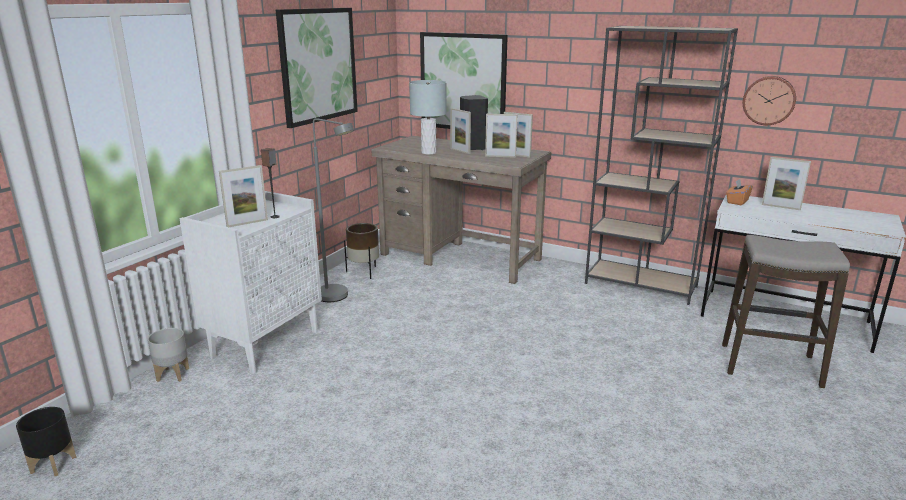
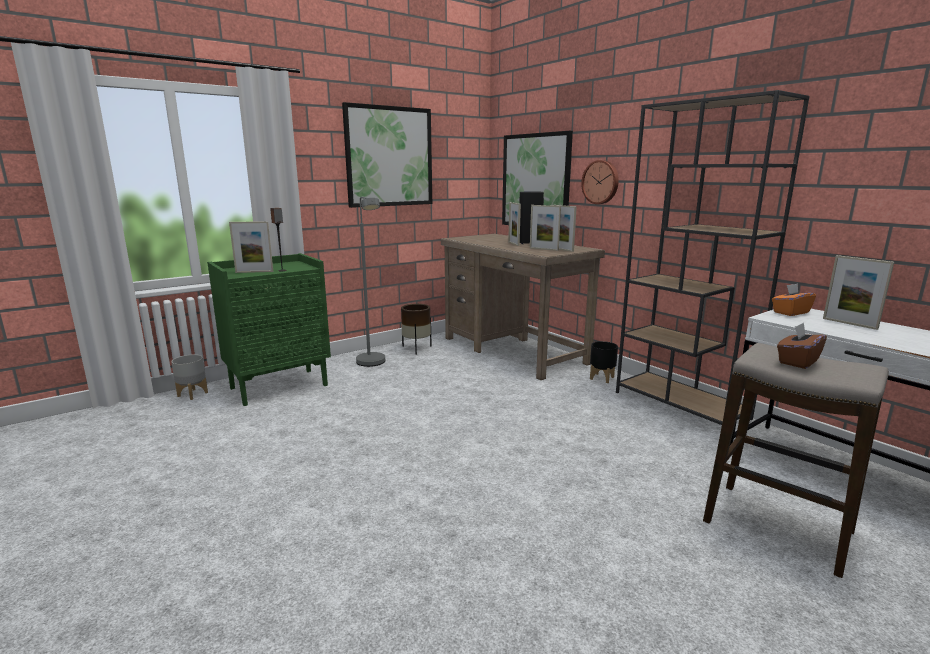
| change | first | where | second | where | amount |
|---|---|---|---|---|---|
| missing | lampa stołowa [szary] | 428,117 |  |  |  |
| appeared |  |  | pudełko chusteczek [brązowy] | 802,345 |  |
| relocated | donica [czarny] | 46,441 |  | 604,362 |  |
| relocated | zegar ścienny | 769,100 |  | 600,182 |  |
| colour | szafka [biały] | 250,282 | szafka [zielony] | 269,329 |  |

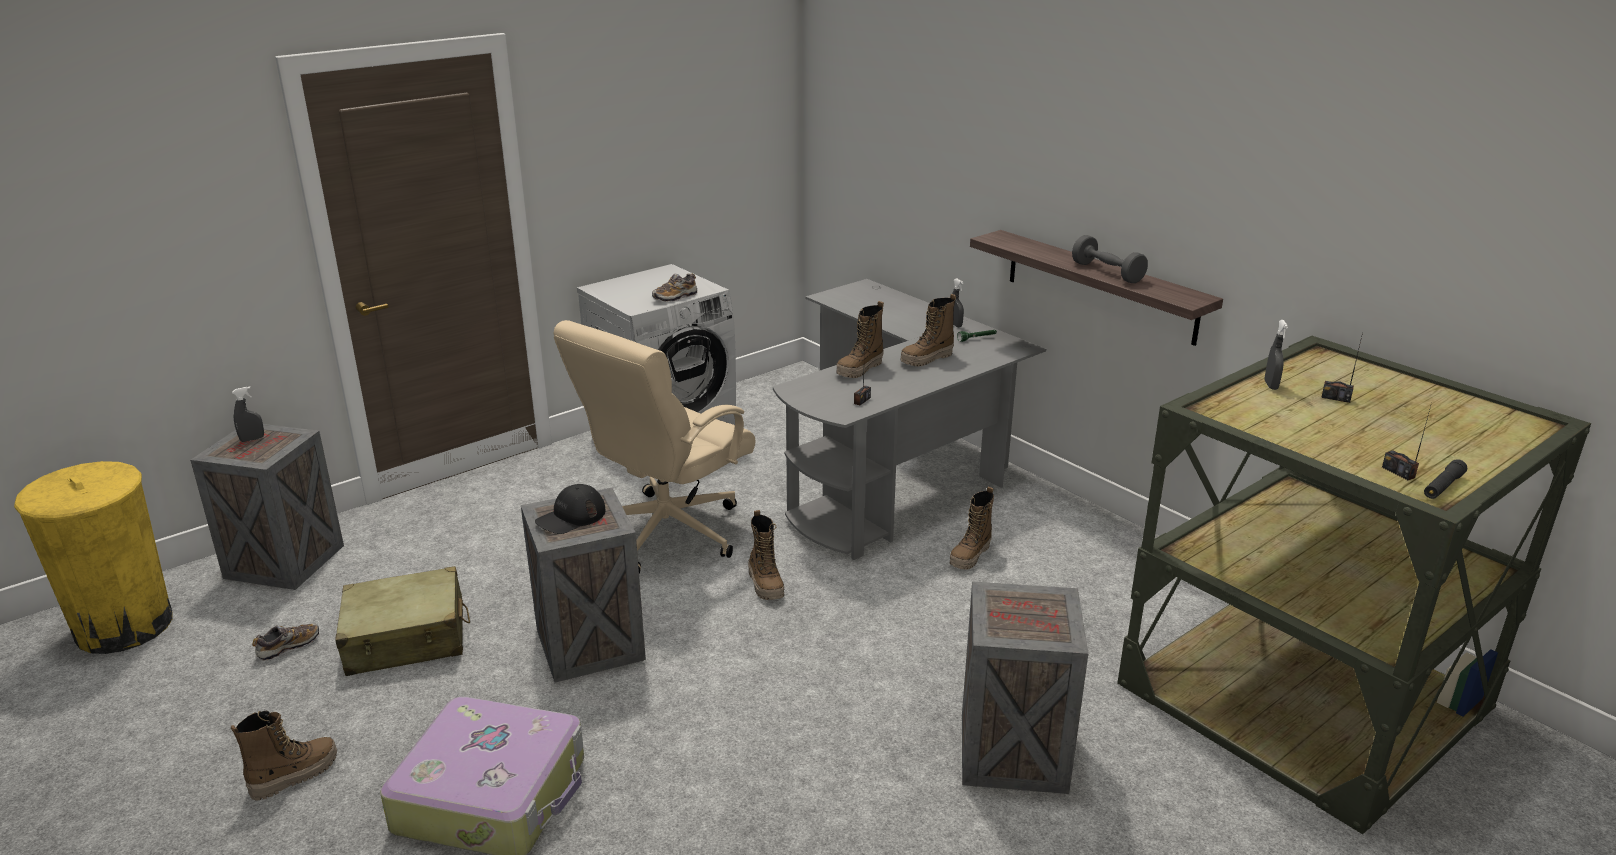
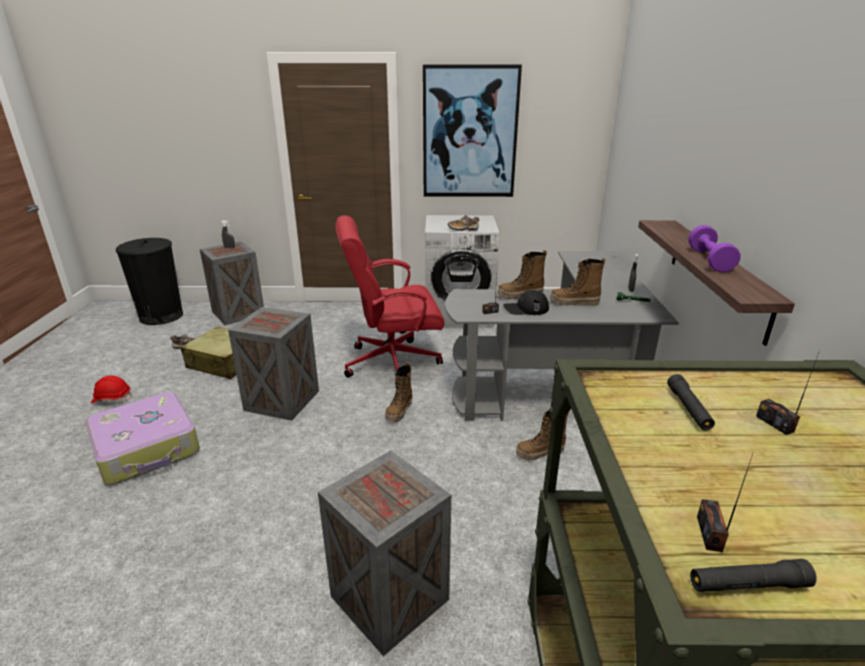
| change | first | where | second | where | amount |
|---|---|---|---|---|---|
| missing | spryskiwacz [szary] | 1276,355 |  |  |  |
| appeared |  |  | obraz | 472,130 |  |
| appeared |  |  | latarka [czarny] | 691,402 |  |
| relocated | czapka z daszkiem [czarny] | 570,509 |  | 526,302 |  |
| exchanged | but z cholewką | 284,756 | kask [czerwony] | 111,389 |  |
| colour | kosz na śmieci [żółty] | 93,557 | kosz na śmieci [czarny] | 149,281 |  |
| colour | krzesło biurowe [beżowy] | 654,446 | krzesło biurowe [czerwony] | 390,296 |  |
| colour | hantel [szary] | 1110,259 | hantel [fioletowy] | 714,248 |  |

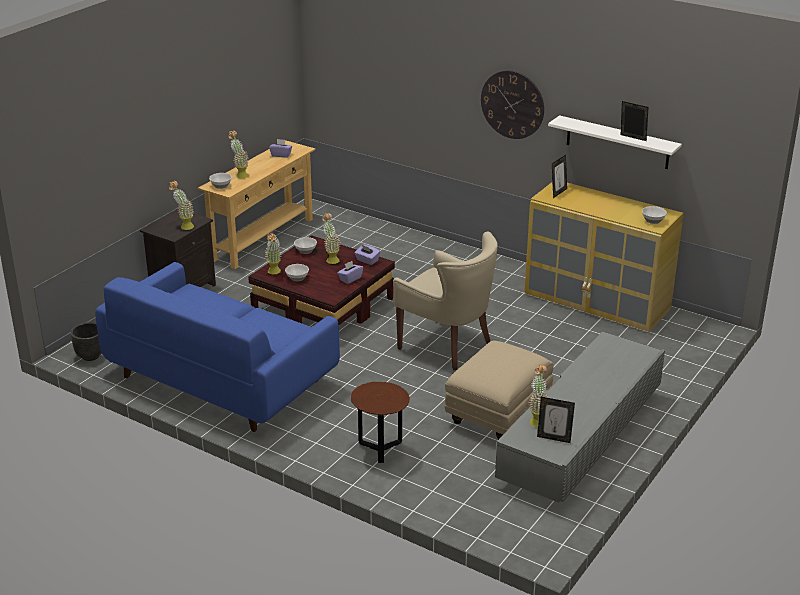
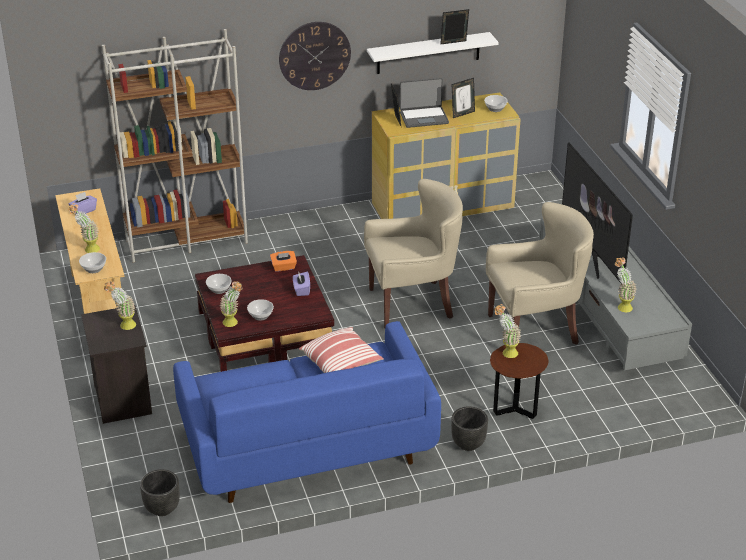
| change | first | where | second | where | amount |
|---|---|---|---|---|---|
| appeared |  |  | regał [brązowy] | 175,146 |  |
| appeared |  |  | poduszka | 341,350 |  |
| appeared |  |  | laptop | 424,103 |  |
| appeared |  |  | donica [czarny] | 469,428 |  |
| appeared |  |  | telewizor | 597,213 |  |
| relocated | roślina doniczkowa | 331,238 |  | 507,331 |  |
| relocated | ramka na zdjęcie | 556,420 |  | 463,98 |  |
| exchanged | pufa [beżowy] | 499,390 | fotel [beżowy] | 540,273 |  |
| colour | pudełko chusteczek [fioletowy] | 367,255 | pudełko chusteczek [pomarańczowy] | 283,261 |  |

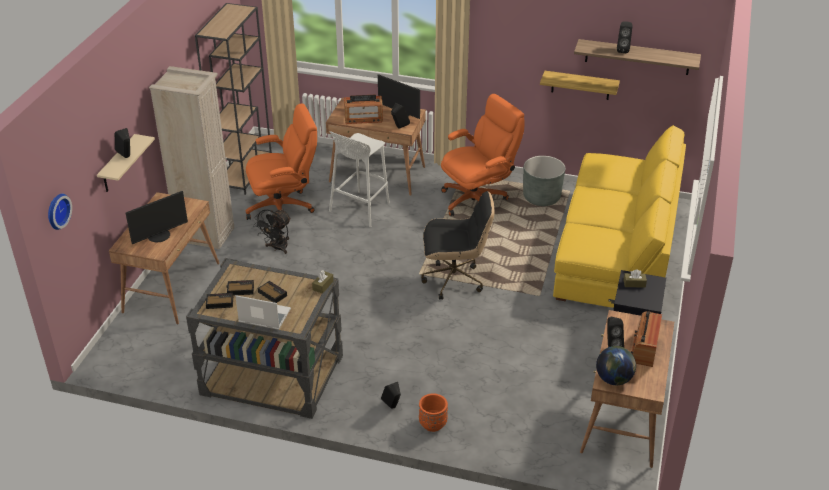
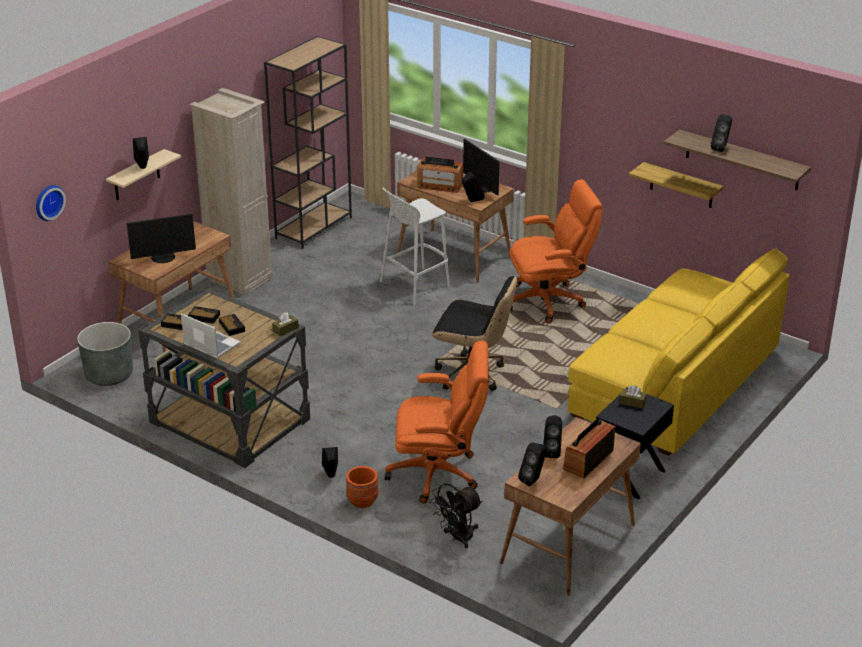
| change | first | where | second | where | amount |
|---|---|---|---|---|---|
| relocated | krzesło biurowe [pomarańczowy] | 281,166 |  | 437,422 |  |
| relocated | wentylator [czarny] | 272,231 |  | 455,515 |  |
| relocated | donica [szary] | 544,181 |  | 105,354 |  |
| exchanged | globus | 616,365 | głośnik [czarny] | 532,464 |  |

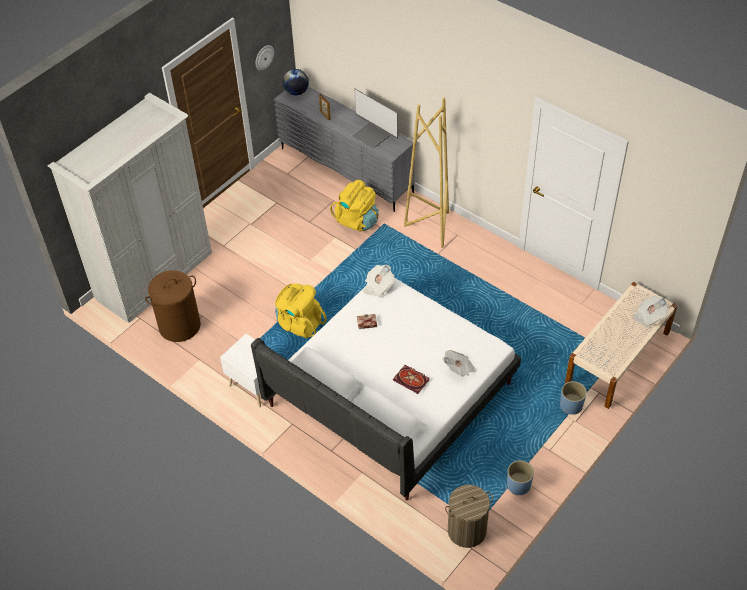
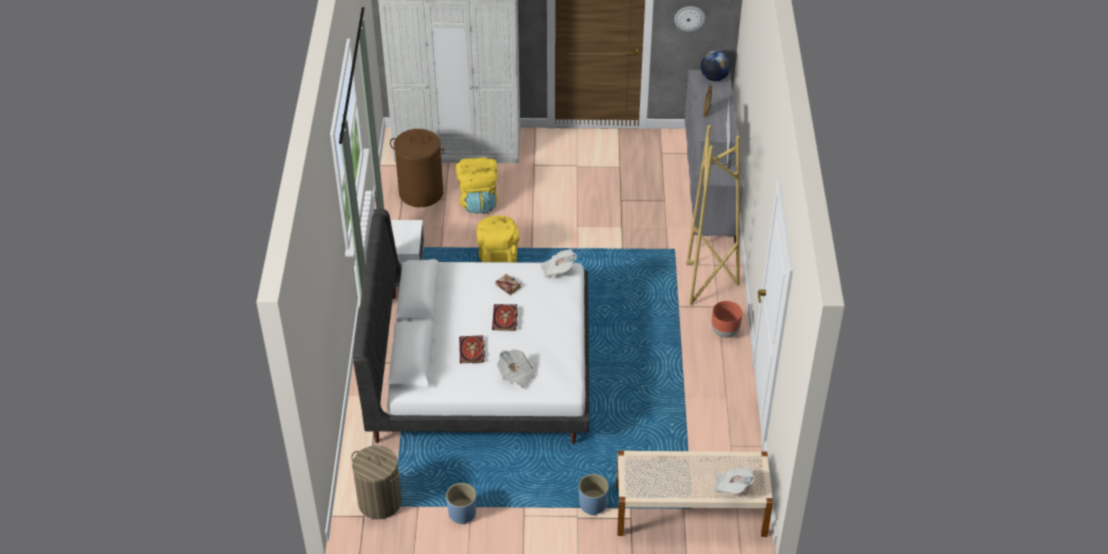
| change | first | where | second | where | amount |
|---|---|---|---|---|---|
| appeared |  |  | książka | 505,317 |  |
| appeared |  |  | donica [brązowy] | 727,319 |  |
| relocated | plecak [żółty] | 354,206 |  | 477,185 |  |

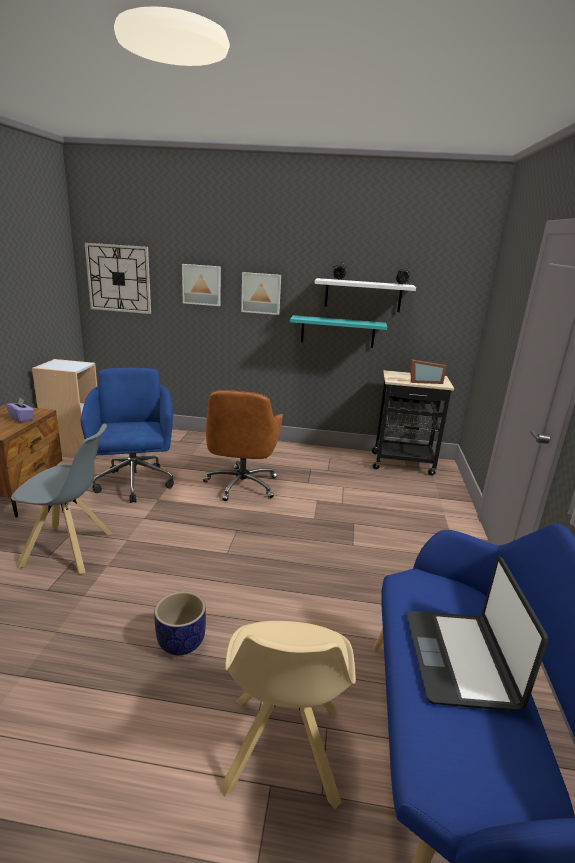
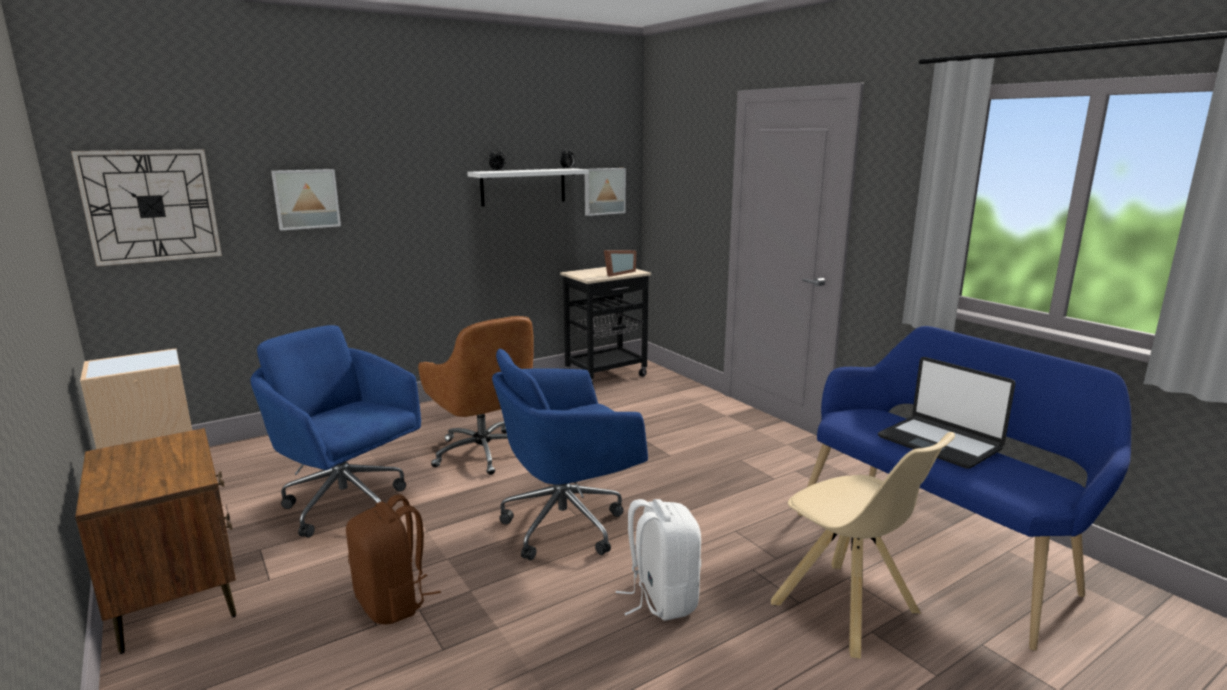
| change | first | where | second | where | amount |
|---|---|---|---|---|---|
| missing | pudełko chusteczek [fioletowy] | 20,410 |  |  |  |
| missing | półka [turkusowy] | 338,331 |  |  |  |
| appeared |  |  | krzesło biurowe [niebieski] | 570,454 |  |
| relocated | obraz | 261,293 |  | 605,192 |  |
| exchanged | krzesło [szary] | 62,499 | plecak [brązowy] | 393,559 |  |
| exchanged | donica | 180,623 | plecak [biały] | 658,560 |  |

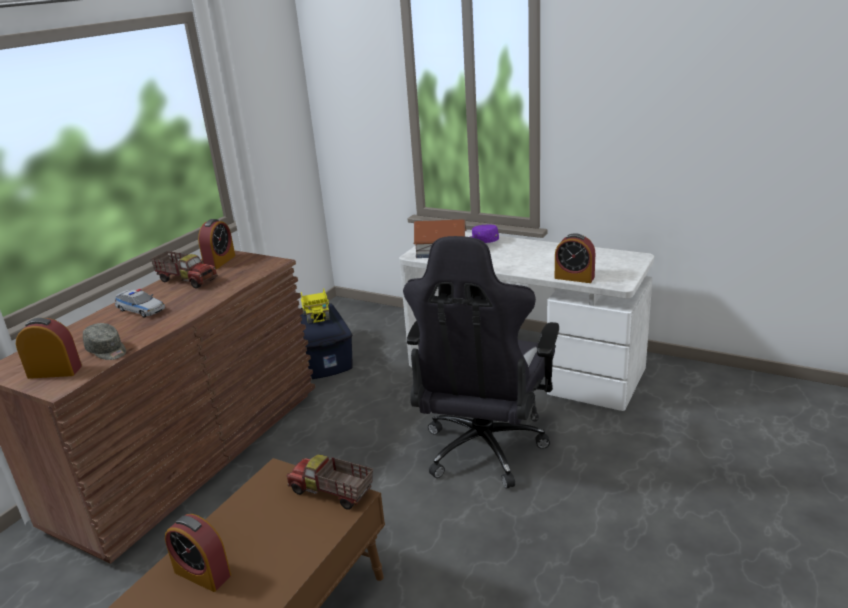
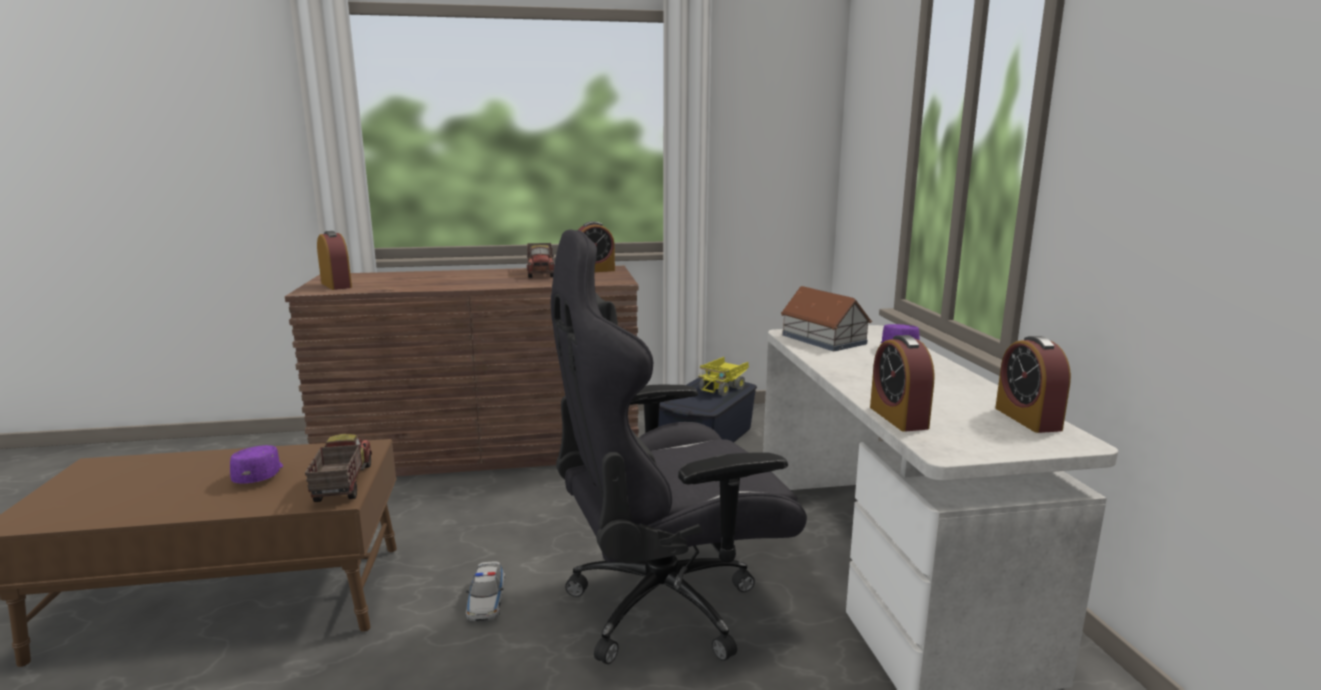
| change | first | where | second | where | amount |
|---|---|---|---|---|---|
| missing | czapka z daszkiem [szary] | 104,341 |  |  |  |
| appeared |  |  | czapka z daszkiem [fioletowy] | 256,464 |  |
| relocated | samochodzik | 140,303 |  | 485,591 |  |
| relocated | budzik | 198,553 |  | 1033,384 |  |

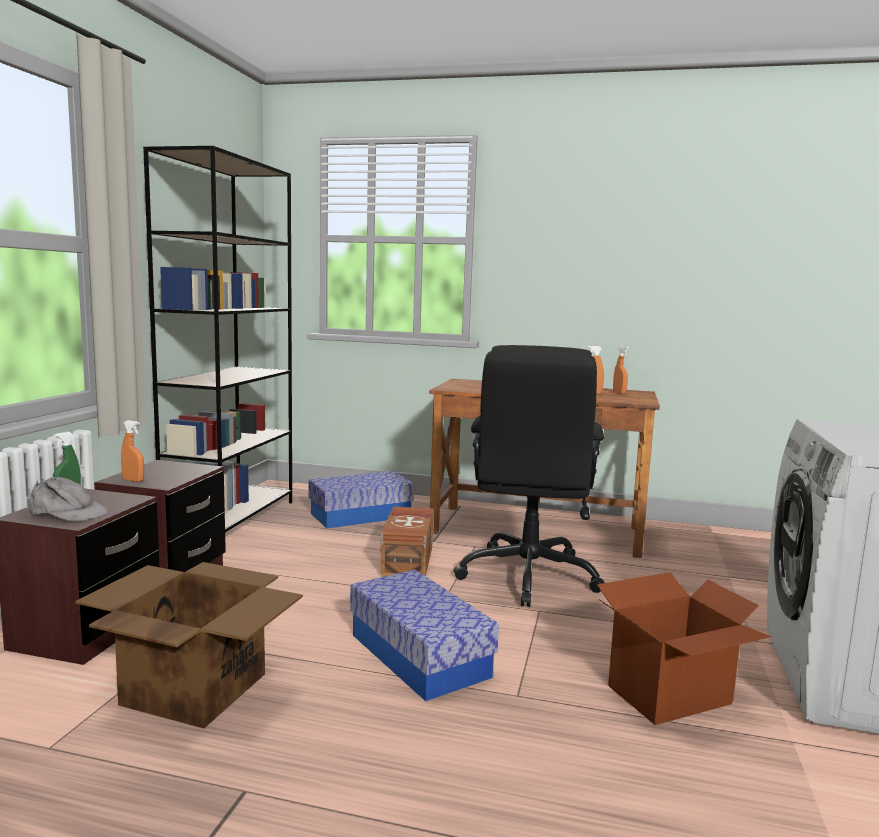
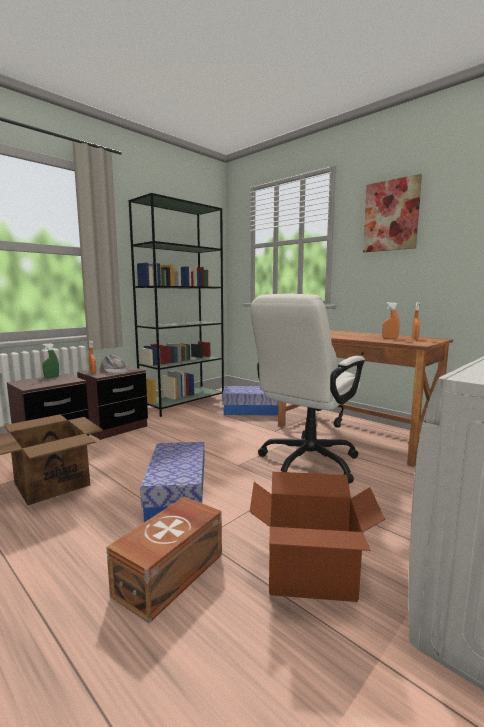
| change | first | where | second | where | amount |
|---|---|---|---|---|---|
| appeared |  |  | obraz | 392,213 |  |
| relocated | czapka z daszkiem [szary] | 69,499 |  | 114,364 |  |
| relocated | pojemnik do przechowywania [brązowy] | 406,542 |  | 164,560 |  |
| colour | regał [beżowy] | 217,339 | regał [zielony] | 176,305 |  |
| colour | krzesło biurowe [czarny] | 529,476 | krzesło biurowe [biały] | 307,389 |  |

